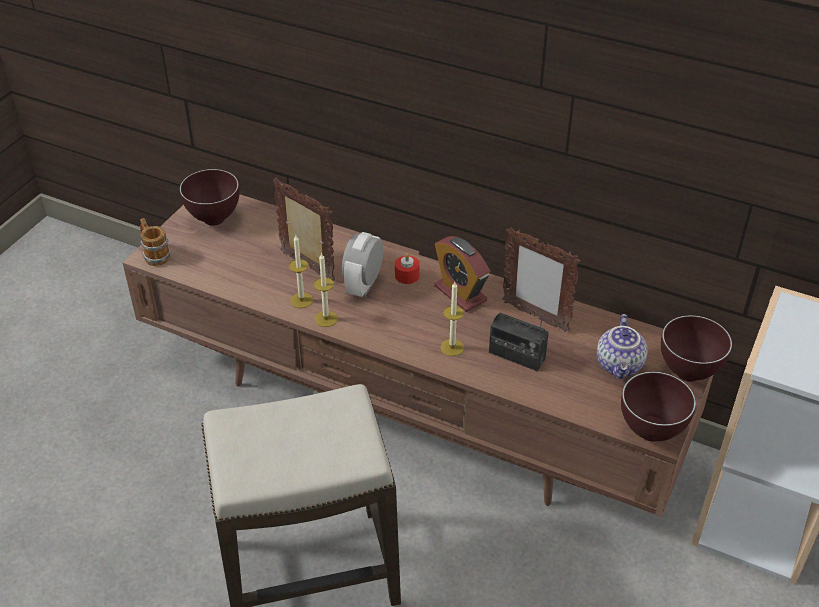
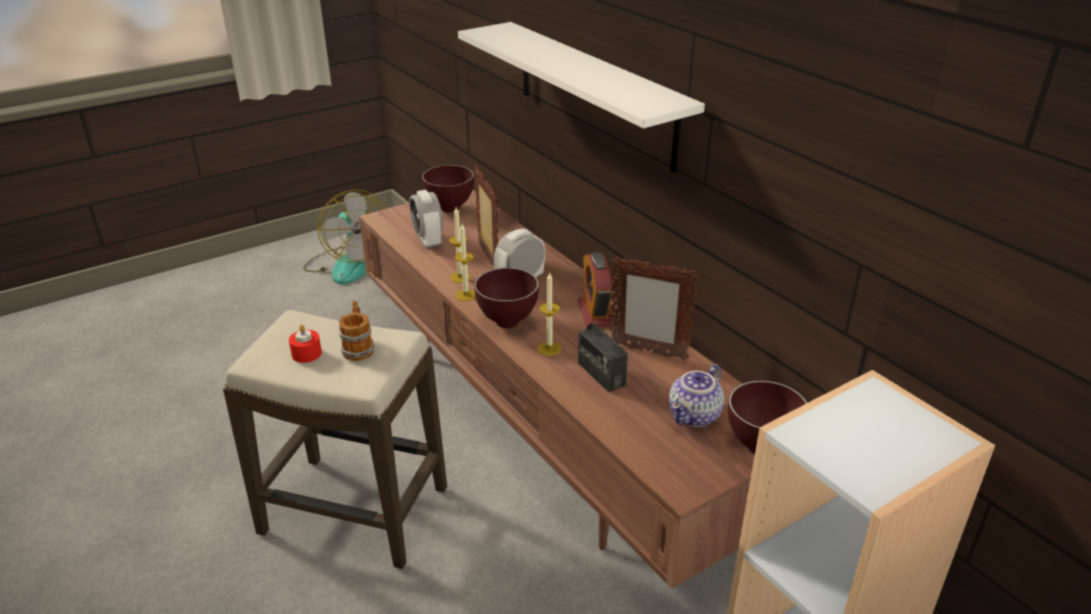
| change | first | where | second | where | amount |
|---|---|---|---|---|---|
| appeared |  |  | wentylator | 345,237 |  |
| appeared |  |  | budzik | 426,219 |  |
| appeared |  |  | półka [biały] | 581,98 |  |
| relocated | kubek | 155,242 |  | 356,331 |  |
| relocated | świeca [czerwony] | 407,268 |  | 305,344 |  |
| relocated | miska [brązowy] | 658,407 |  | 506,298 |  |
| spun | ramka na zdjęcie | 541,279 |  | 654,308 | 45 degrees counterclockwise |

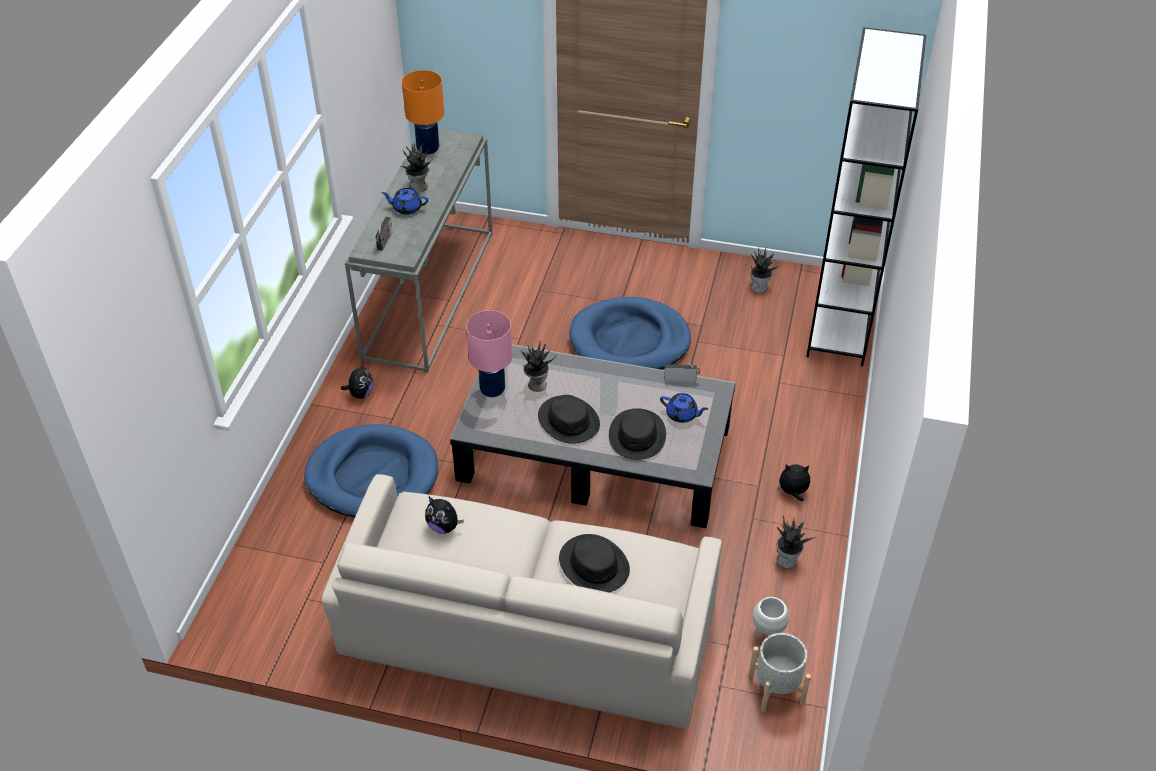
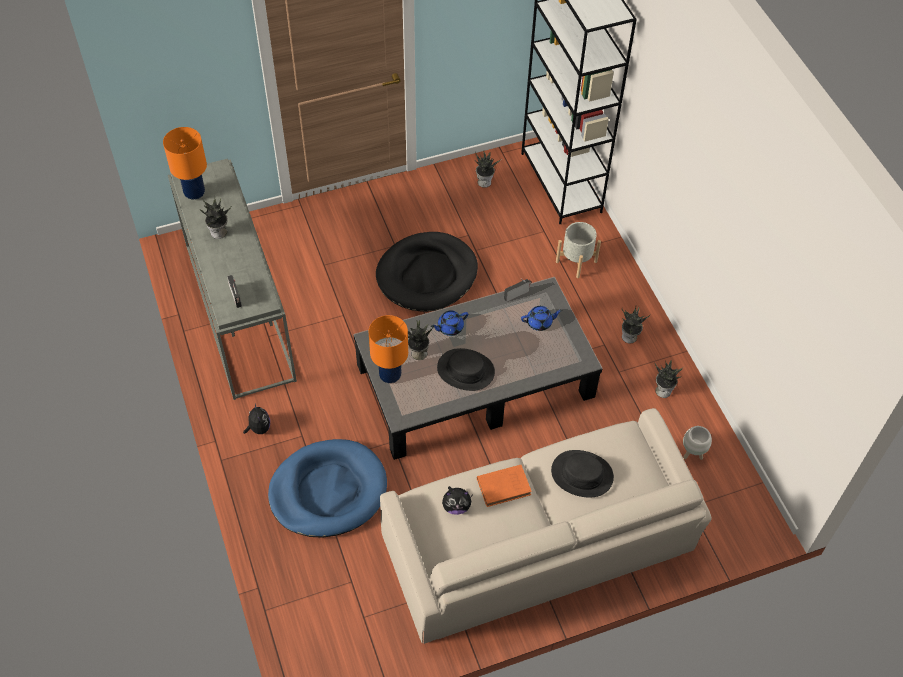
| change | first | where | second | where | amount |
|---|---|---|---|---|---|
| missing | kapelusz [czarny] | 637,434 |  |  |  |
| appeared |  |  | książka [pomarańczowy] | 504,486 |  |
| relocated | imbryk [niebieski] | 405,201 |  | 449,323 |  |
| relocated | donica [szary] | 780,672 |  | 578,250 |  |
| exchanged | pluszak | 793,482 | roślina doniczkowa | 636,325 |  |
| colour | lampa stołowa [różowy] | 489,353 | lampa stołowa [pomarańczowy] | 388,349 |  |
| colour | legowisko [niebieski] | 630,333 | legowisko [czarny] | 427,272 |  |

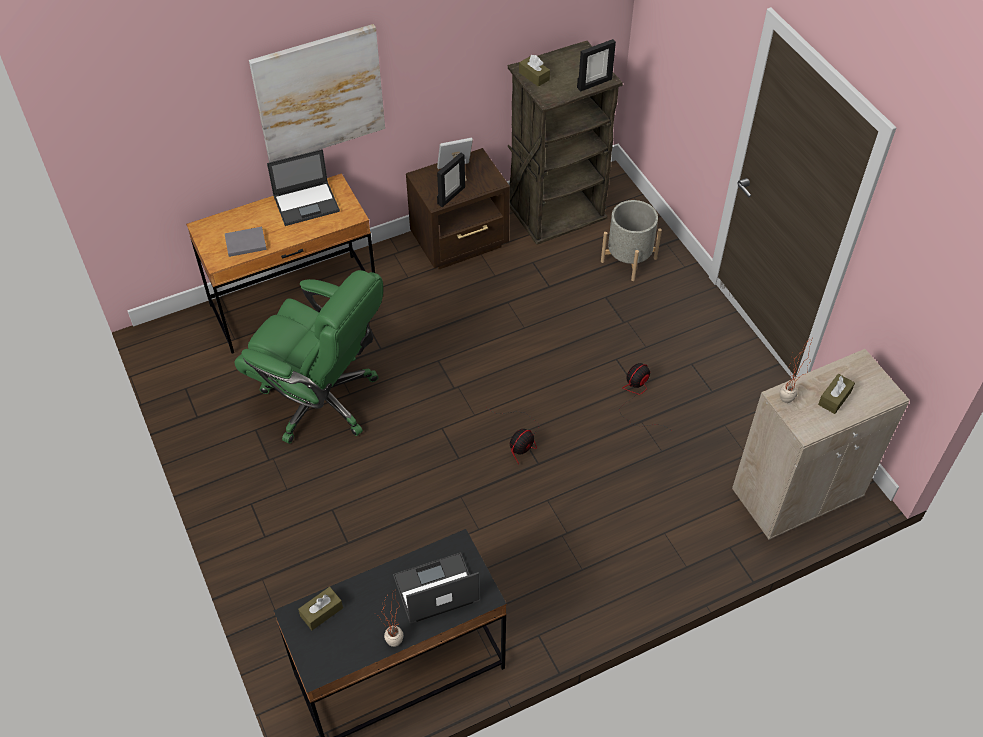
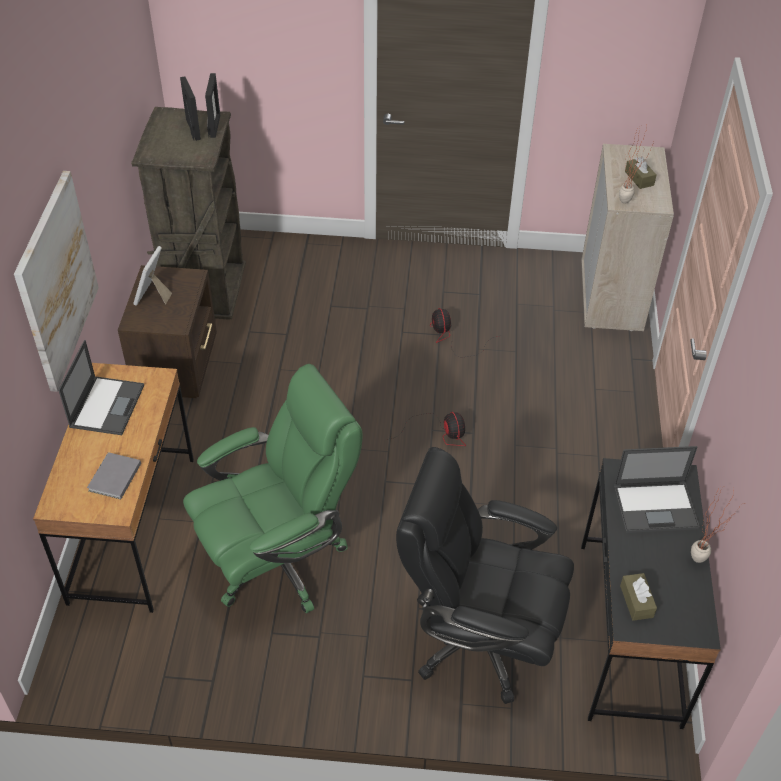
| change | first | where | second | where | amount |
|---|---|---|---|---|---|
| missing | pudełko chusteczek [brązowy] | 534,71 |  |  |  |
| missing | donica [szary] | 631,240 |  |  |  |
| appeared |  |  | krzesło biurowe [czarny] | 485,575 |  |
| relocated | ramka na zdjęcie | 451,180 |  | 190,108 |  |
| spun | laptop | 436,588 |  | 657,489 | 105 degrees counterclockwise |

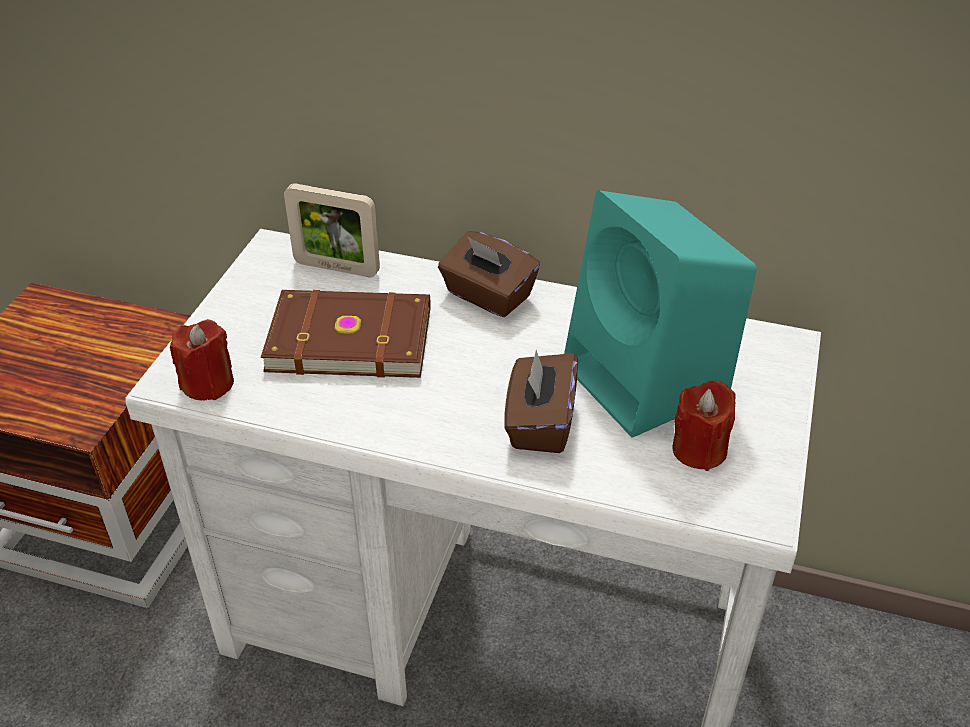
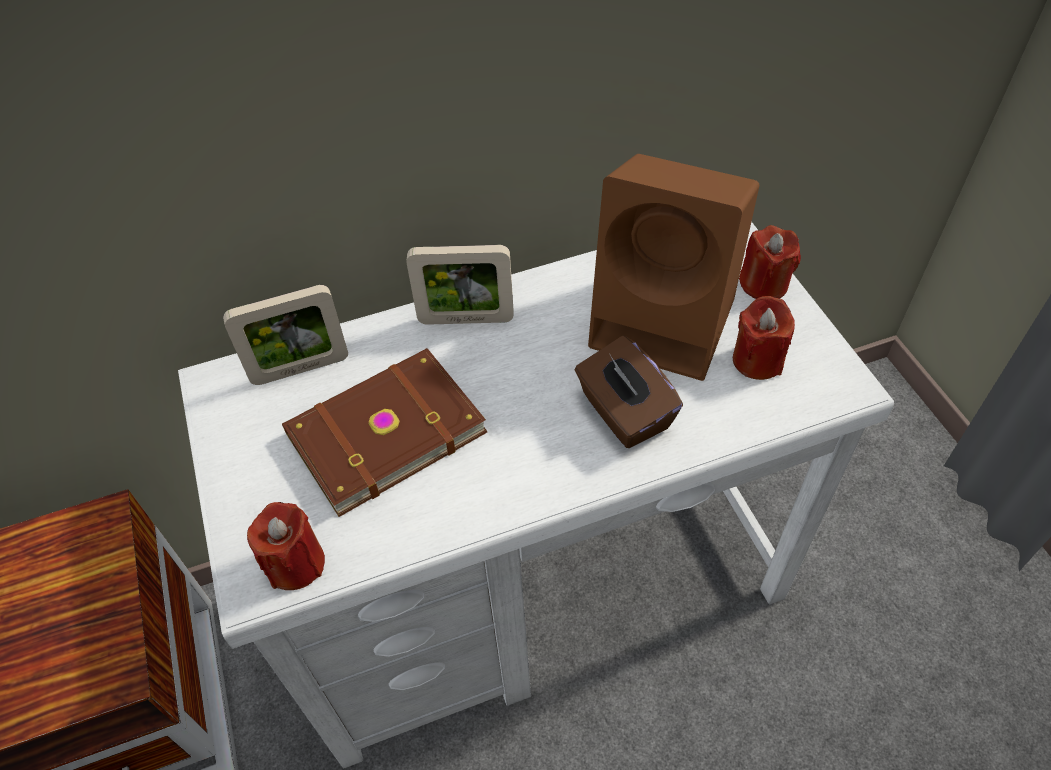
| change | first | where | second | where | amount |
|---|---|---|---|---|---|
| appeared |  |  | świeca [czerwony] | 770,262 |  |
| exchanged | pudełko chusteczek [brązowy] | 489,274 | ramka na zdjęcie | 459,285 |  |
| colour | głośnik [turkusowy] | 660,314 | głośnik [brązowy] | 674,267 |  |

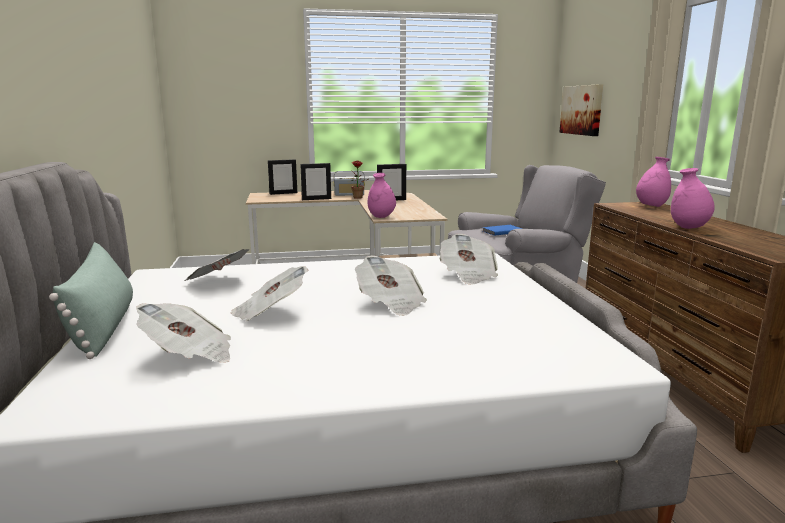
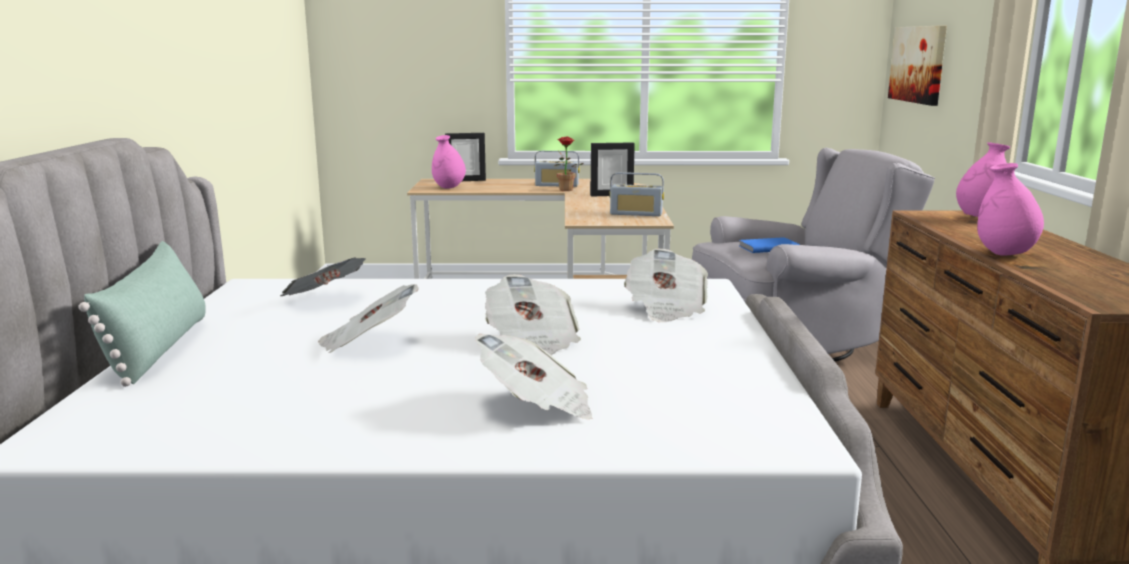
| change | first | where | second | where | amount |
|---|---|---|---|---|---|
| missing | ramka na zdjęcie | 315,181 |  |  |  |
| appeared |  |  | radio | 636,194 |  |
| relocated | gazeta | 183,333 |  | 534,376 |  |
| relocated | wazon [różowy] | 382,195 |  | 449,161 |  |

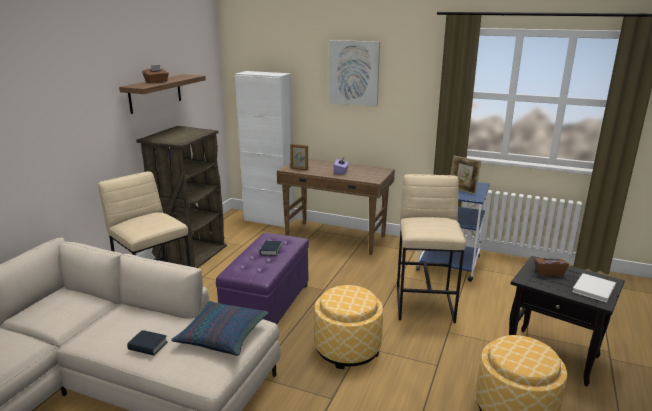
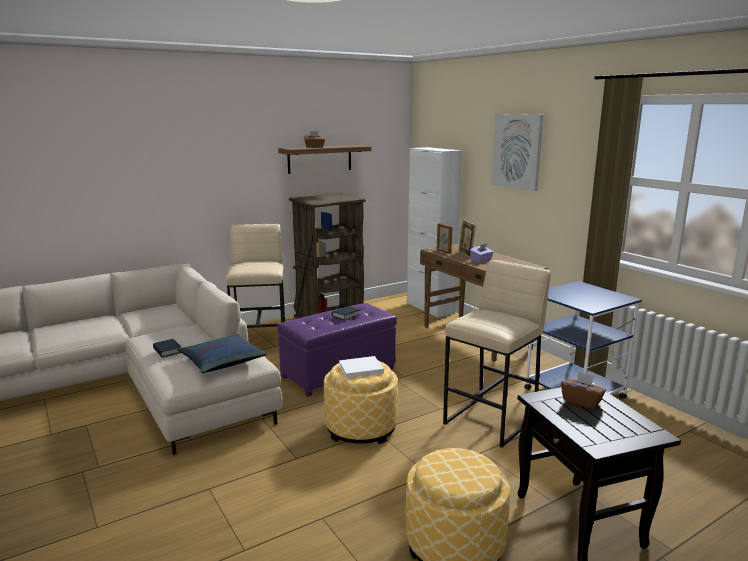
| change | first | where | second | where | amount |
|---|---|---|---|---|---|
| relocated | ramka na zdjęcie | 466,174 |  | 467,238 |  |
| relocated | książka [biały] | 594,288 |  | 361,367 |  |

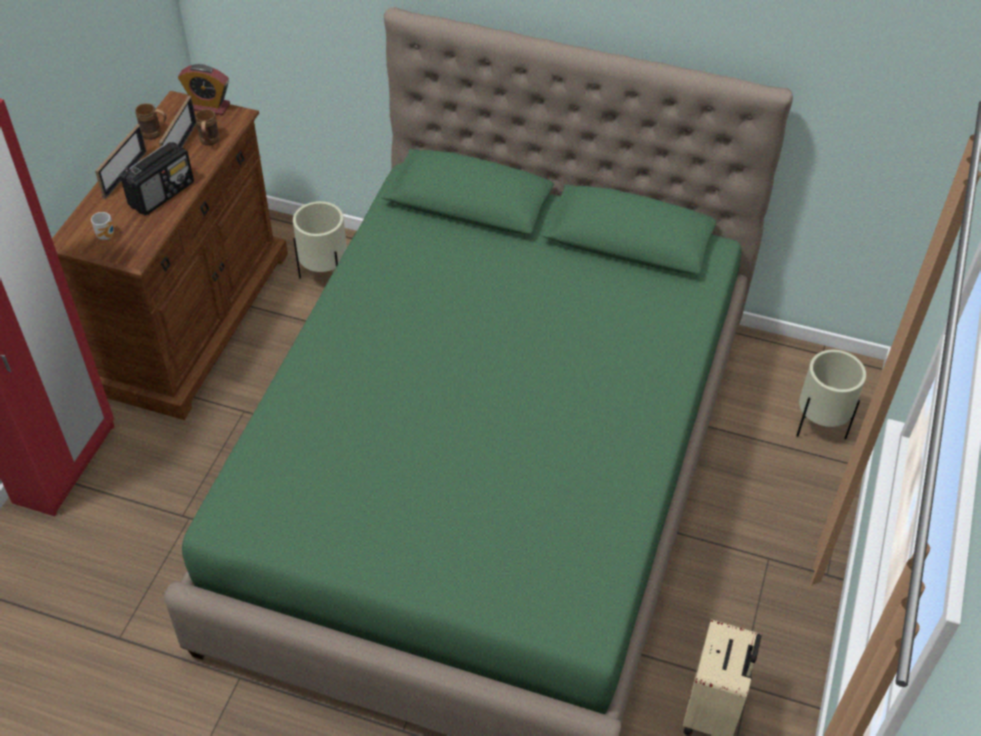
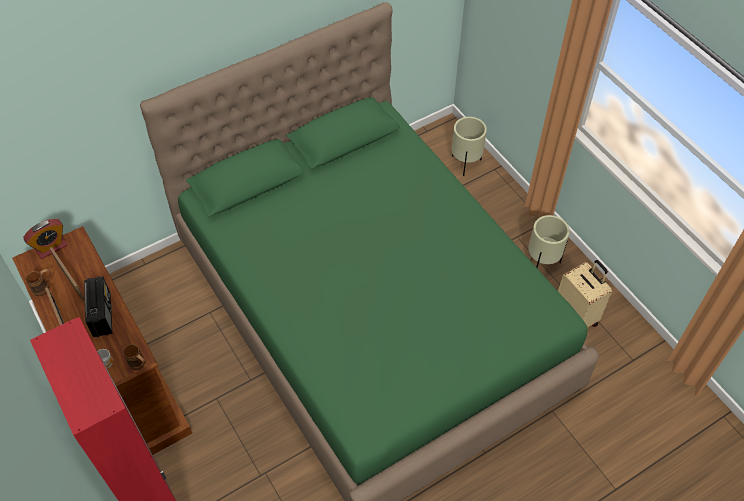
| change | first | where | second | where | amount |
|---|---|---|---|---|---|
| relocated | kubek [brązowy] | 207,127 |  | 134,357 |  |
| relocated | donica [beżowy] | 320,240 |  | 549,241 |  |

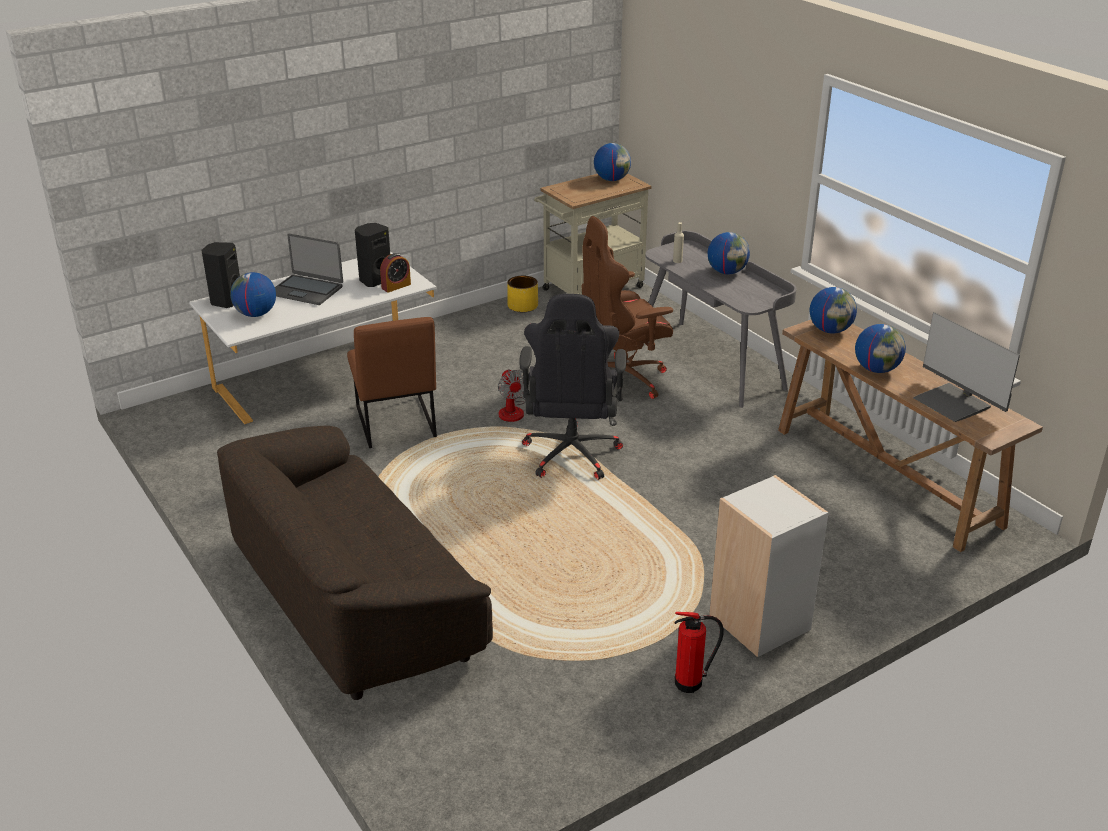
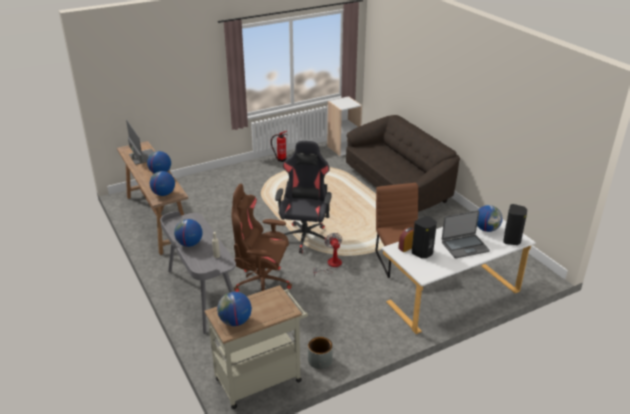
| change | first | where | second | where | amount |
|---|---|---|---|---|---|
| relocated | regał | 769,566 |  | 344,126 |  |
| colour | donica [żółty] | 522,294 | donica [szary] | 320,353 |  |
| spun | laptop | 309,269 |  | 466,234 | 135 degrees clockwise |
| spun | krzesło biurowe [brązowy] | 627,307 |  | 261,238 | 150 degrees counterclockwise |

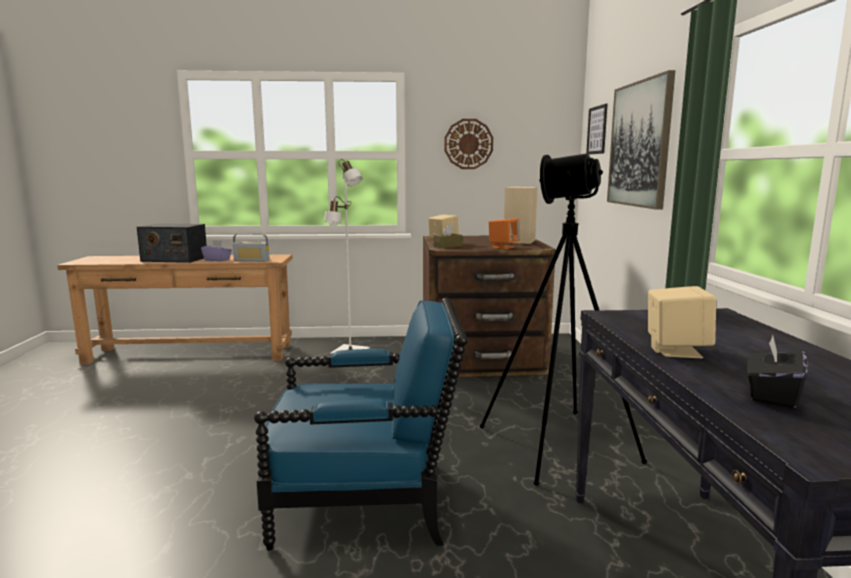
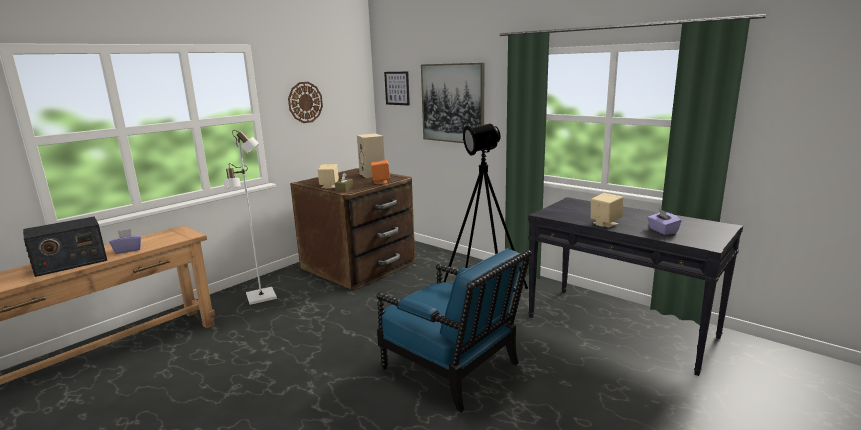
| change | first | where | second | where | amount |
|---|---|---|---|---|---|
| missing | radio | 251,248 |  |  |  |
| colour | pudełko chusteczek [czarny] | 777,371 | pudełko chusteczek [fioletowy] | 664,222 |  |
| spun | fotel [niebieski] | 361,424 |  | 454,330 | 90 degrees clockwise |

